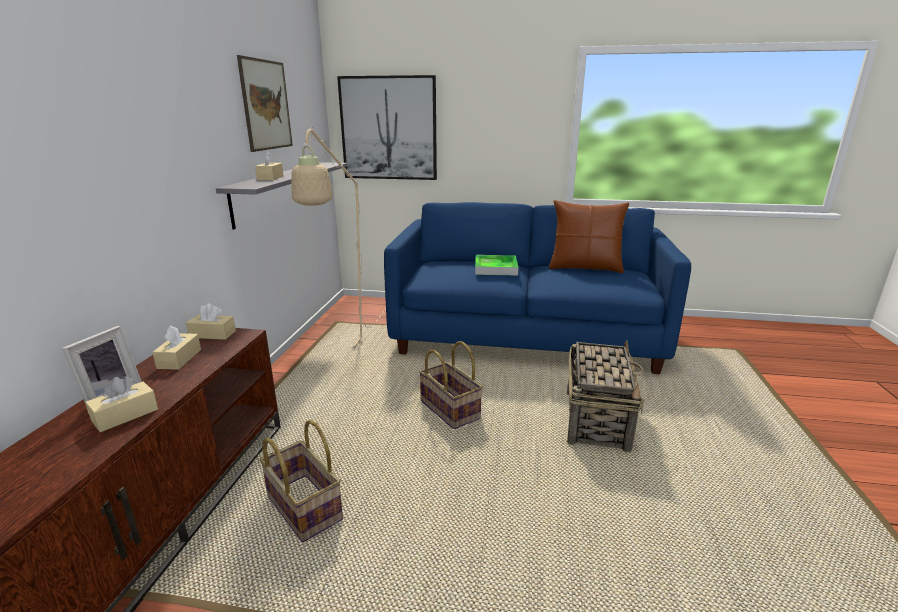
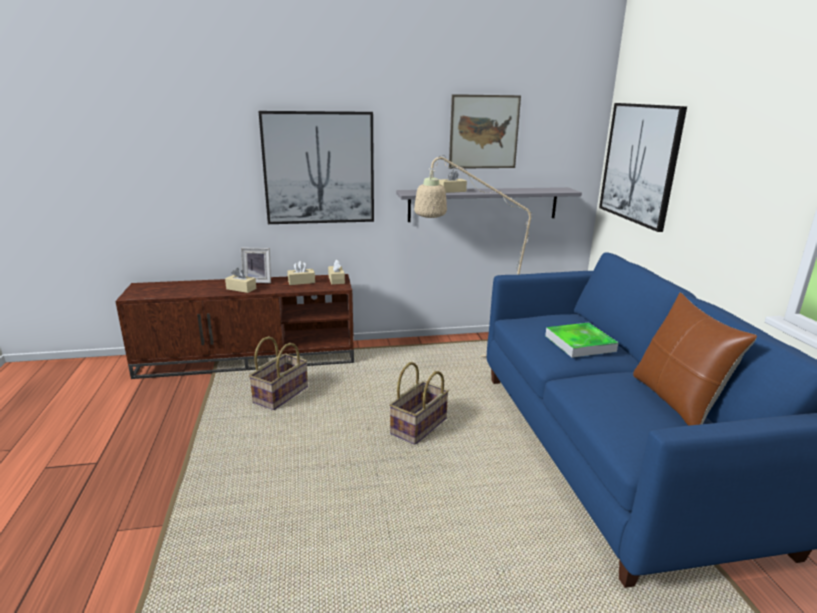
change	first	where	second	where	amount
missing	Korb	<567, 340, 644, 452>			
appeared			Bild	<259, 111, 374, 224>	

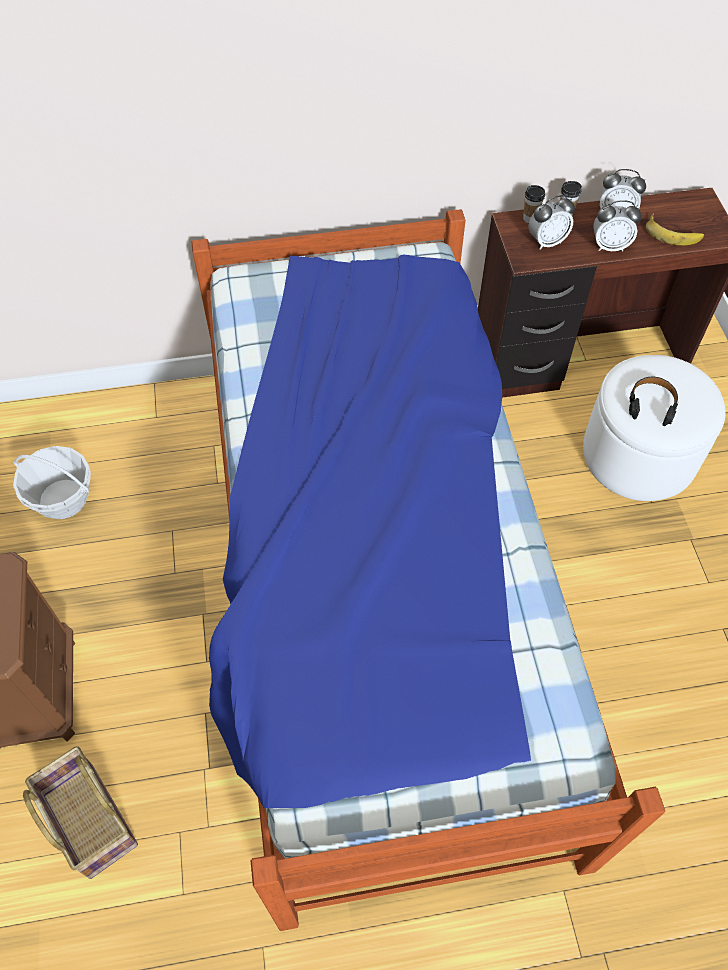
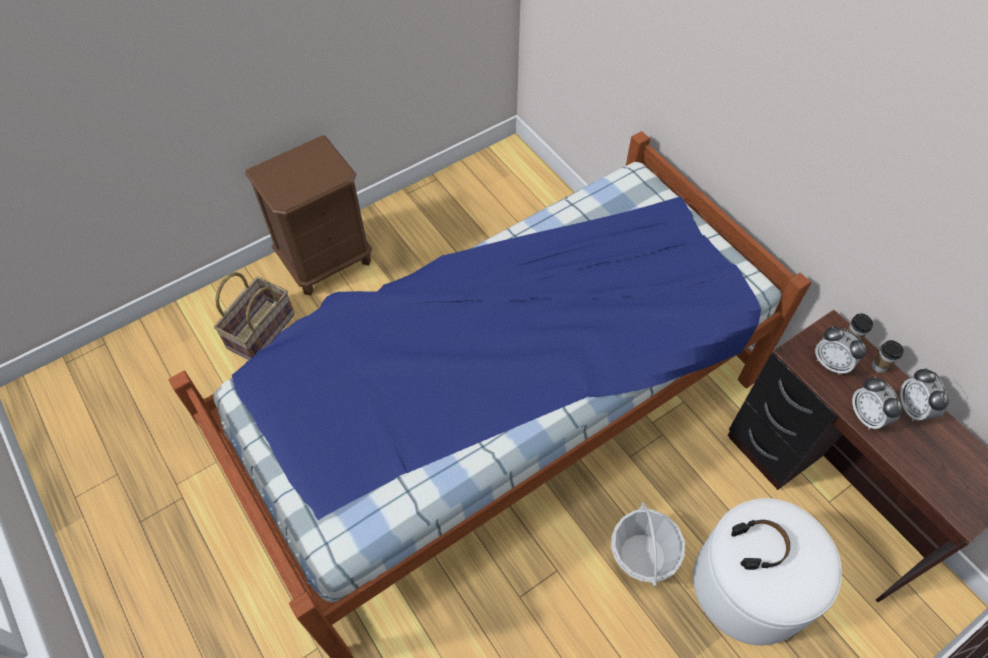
change	first	where	second	where	amount
missing	Banane	<646, 213, 704, 245>			
relocated	Korb	<13, 446, 91, 519>		<611, 502, 685, 587>	

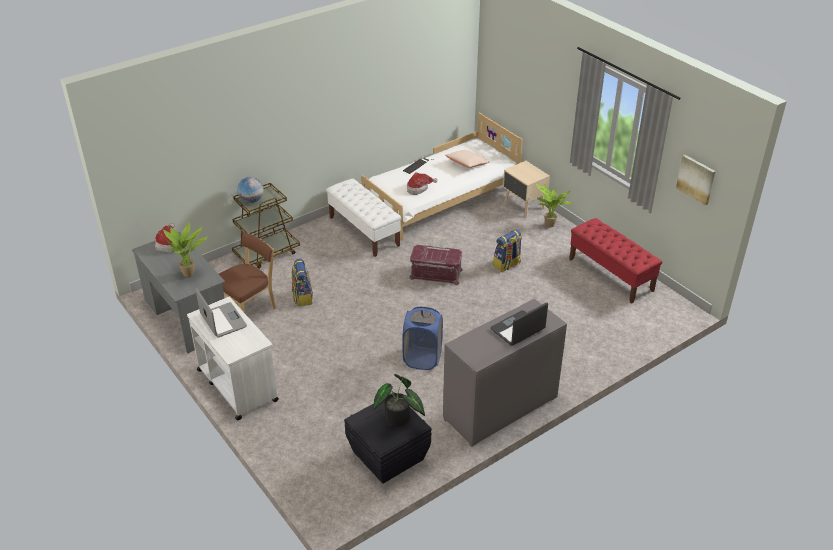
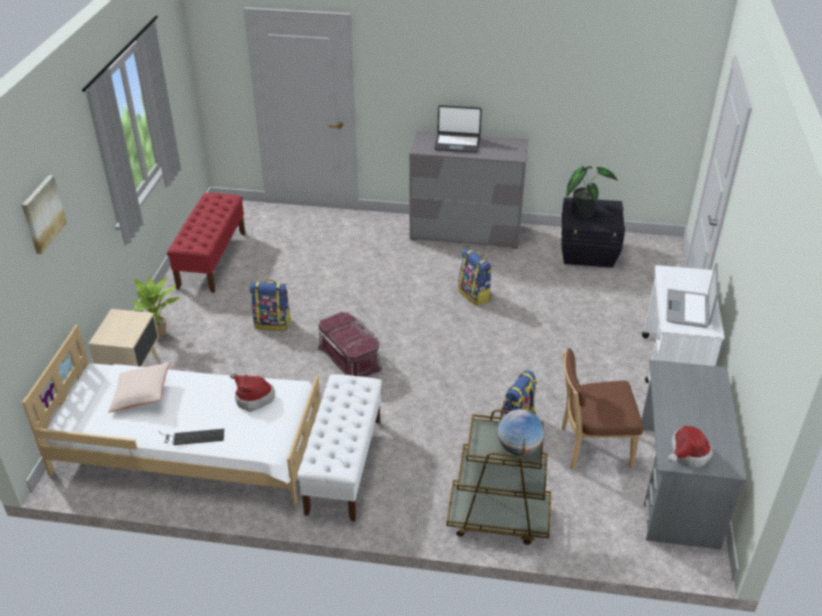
change	first	where	second	where	amount
relocated	Bild	<676, 155, 716, 205>		<22, 175, 67, 254>	
missing	Topfpflanze	<163, 223, 208, 277>			
exchanged	Wäschekorb/blau	<402, 306, 443, 370>	Rucksack	<458, 248, 492, 306>	

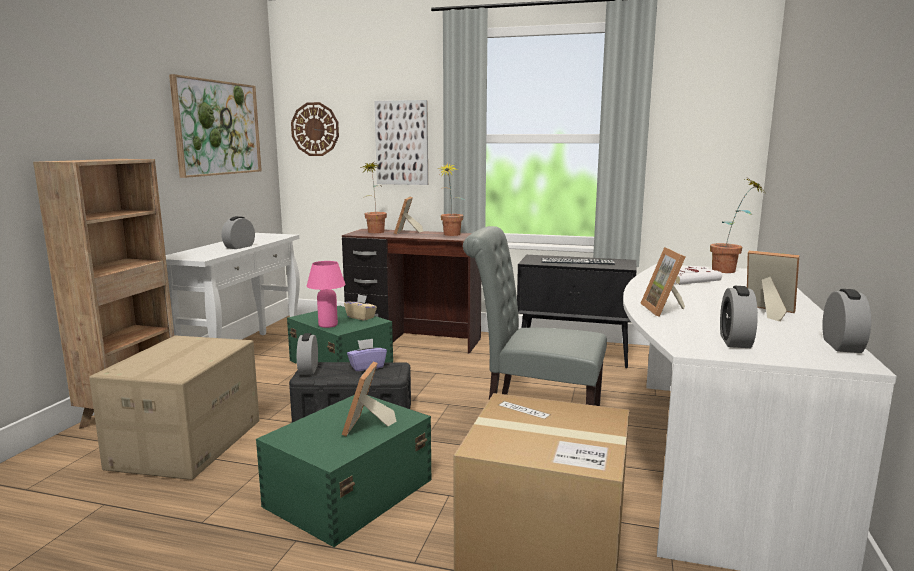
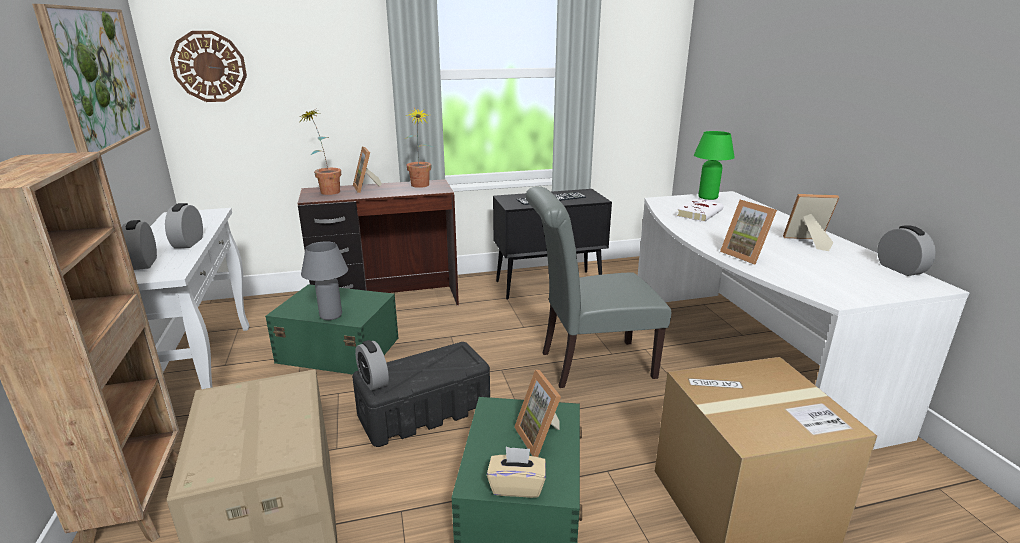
change	first	where	second	where	amount
missing	Bild	<374, 100, 428, 185>			
exchanged	Topfpflanze	<710, 179, 765, 273>	Tischlampe/grün	<694, 131, 735, 200>	
colour	Tischlampe/rosa	<307, 261, 346, 328>	Tischlampe/grau	<301, 241, 348, 320>	
relocated	Wecker	<720, 286, 758, 348>		<122, 220, 157, 270>	
relocated	Taschentuchbox/beige	<344, 294, 377, 321>		<487, 447, 546, 498>	
missing	Taschentuchbox/lila	<347, 339, 387, 371>			

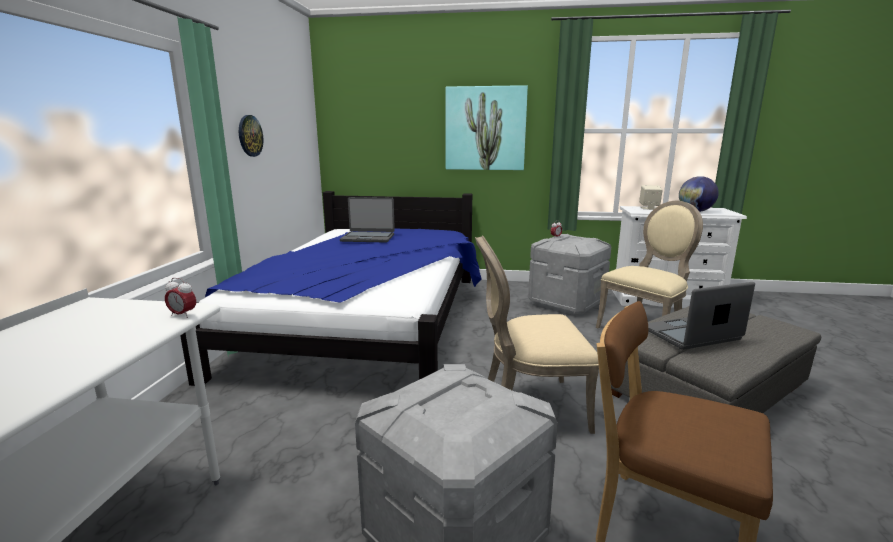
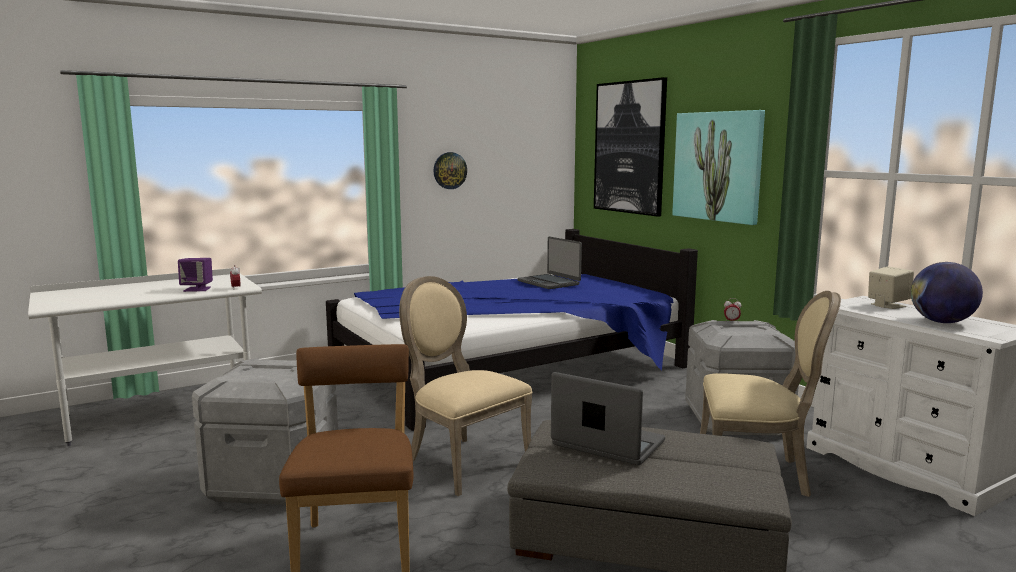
change	first	where	second	where	amount
appeared			Bild	<594, 77, 667, 217>	
appeared			Lautsprecher/lila	<178, 258, 213, 292>	

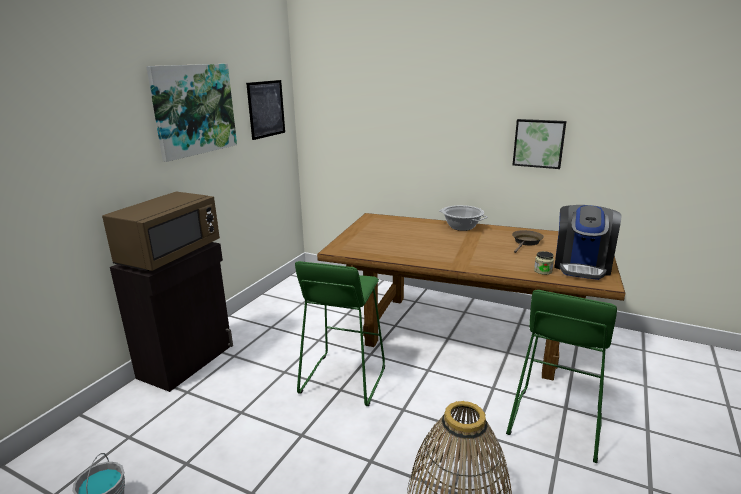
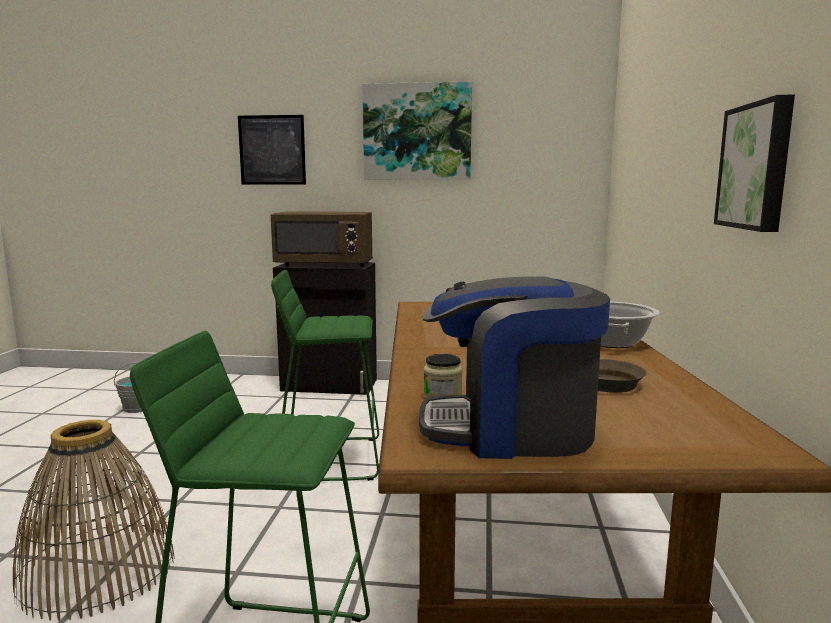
change	first	where	second	where	amount
relocated	Bild	<246, 80, 285, 140>		<238, 115, 306, 185>	

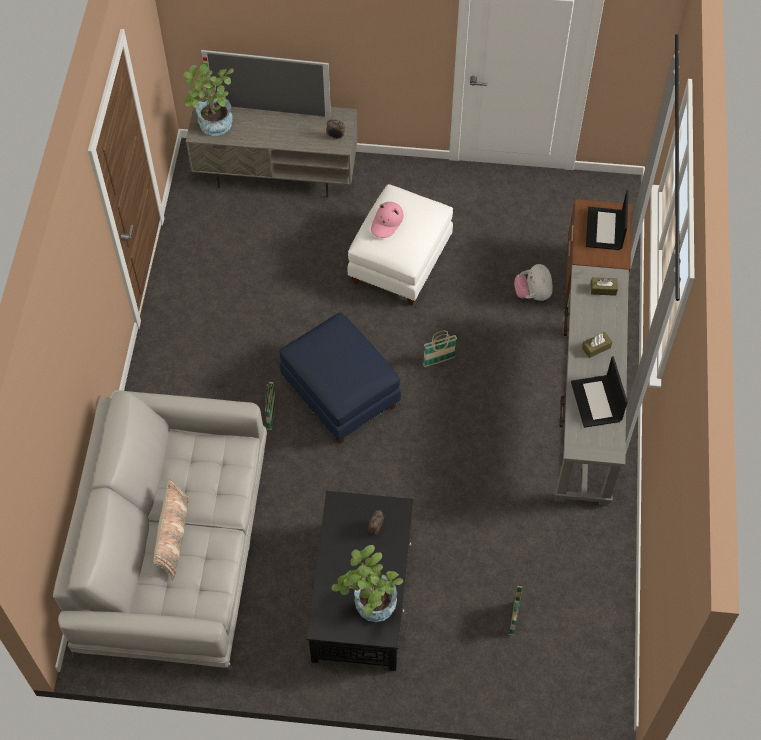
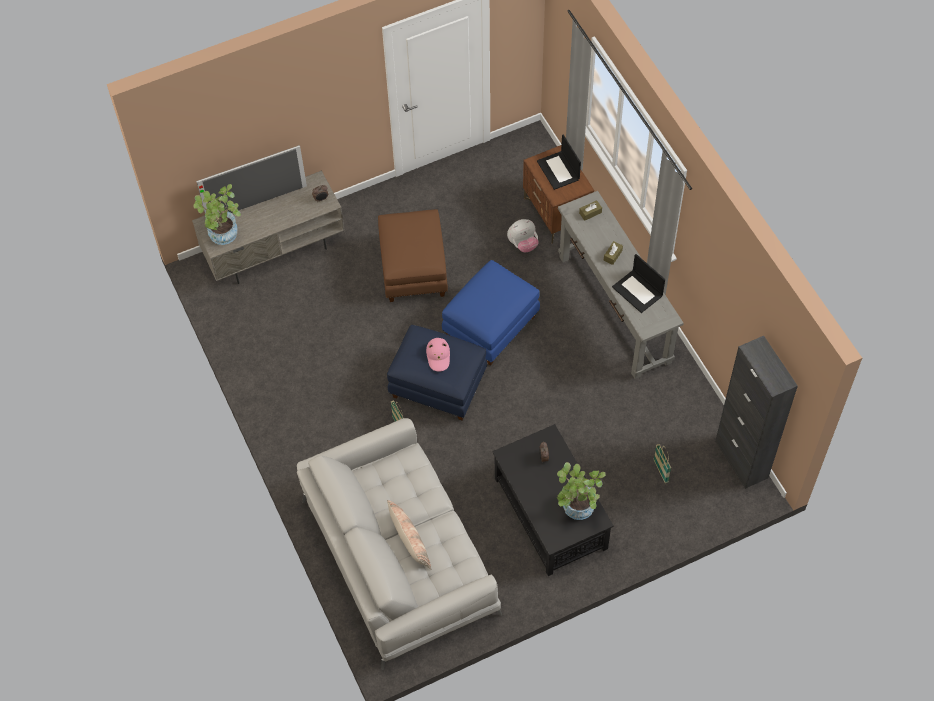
change	first	where	second	where	amount
colour	Polsterhocker/weiß	<347, 184, 453, 306>	Polsterhocker/braun	<378, 209, 448, 302>	
relocated	Hut/rosa	<371, 202, 404, 238>		<426, 338, 450, 372>	
spun	Plüschtier	<514, 264, 553, 301>		<507, 219, 539, 252>	75 degrees counterclockwise
exchanged	Korb	<423, 331, 457, 367>	Polsterhocker/blau	<442, 260, 540, 366>	
appeared			Schrank/schwarz	<715, 336, 798, 489>	

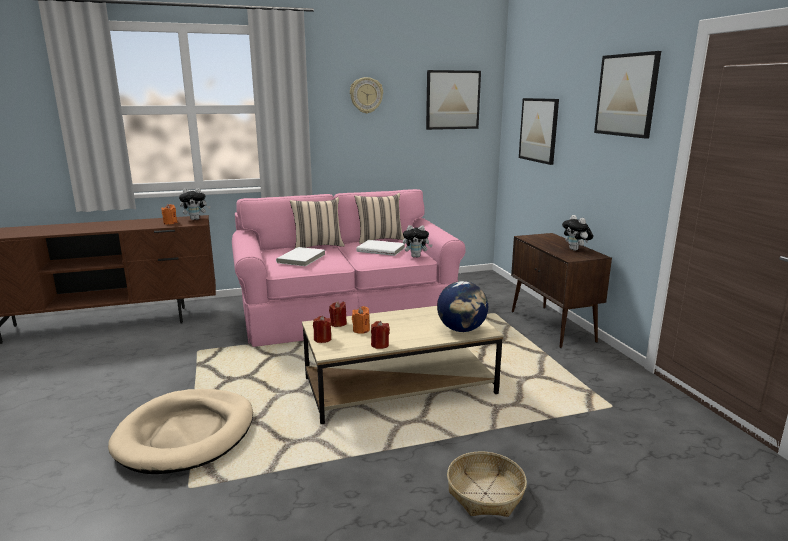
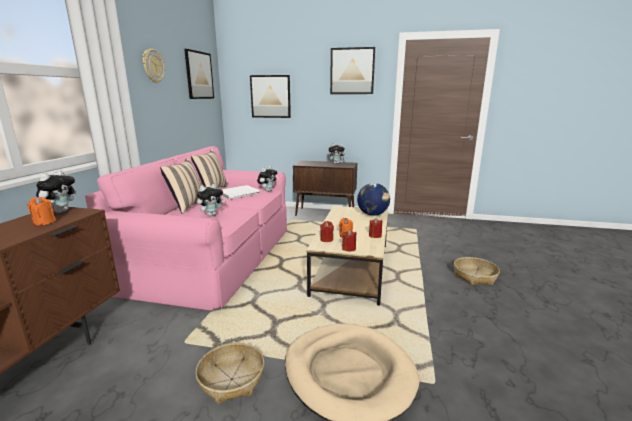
change	first	where	second	where	amount
exchanged	Buch/weiß	<276, 247, 326, 266>	Plüschtier	<197, 184, 225, 216>	
appeared			Korb	<195, 342, 264, 404>	

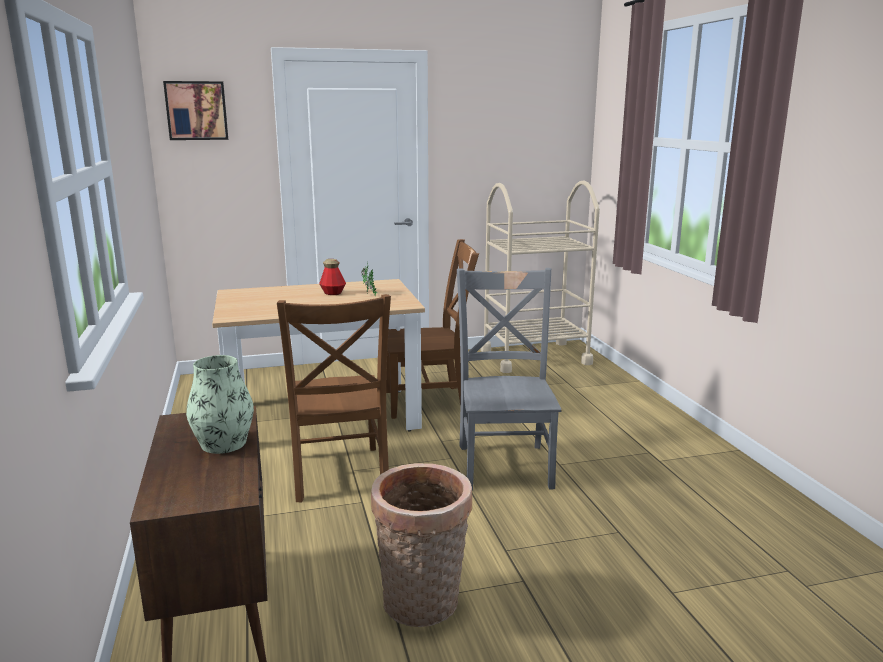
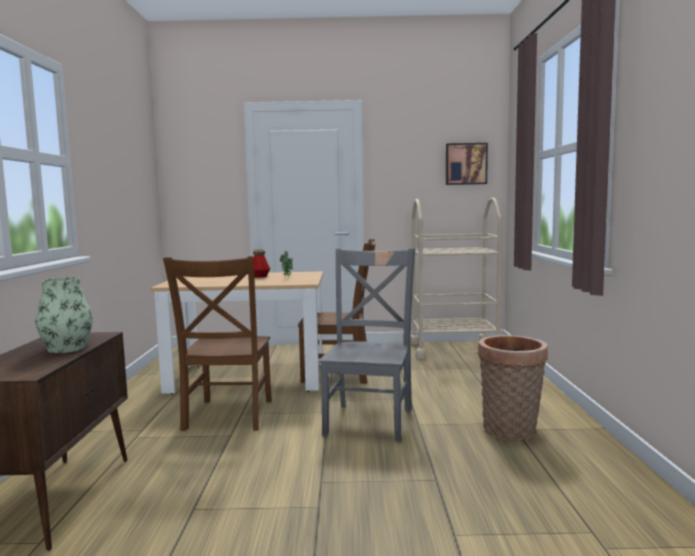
change	first	where	second	where	amount
relocated	Bild	<163, 81, 228, 140>		<446, 143, 488, 185>	
relocated	Korb	<371, 463, 472, 627>		<478, 335, 548, 440>	

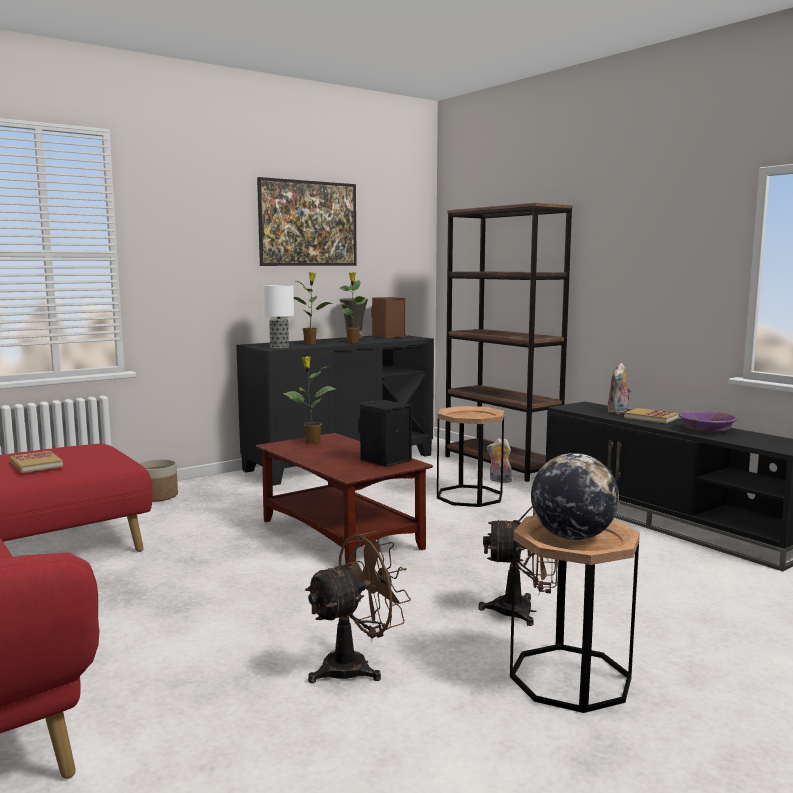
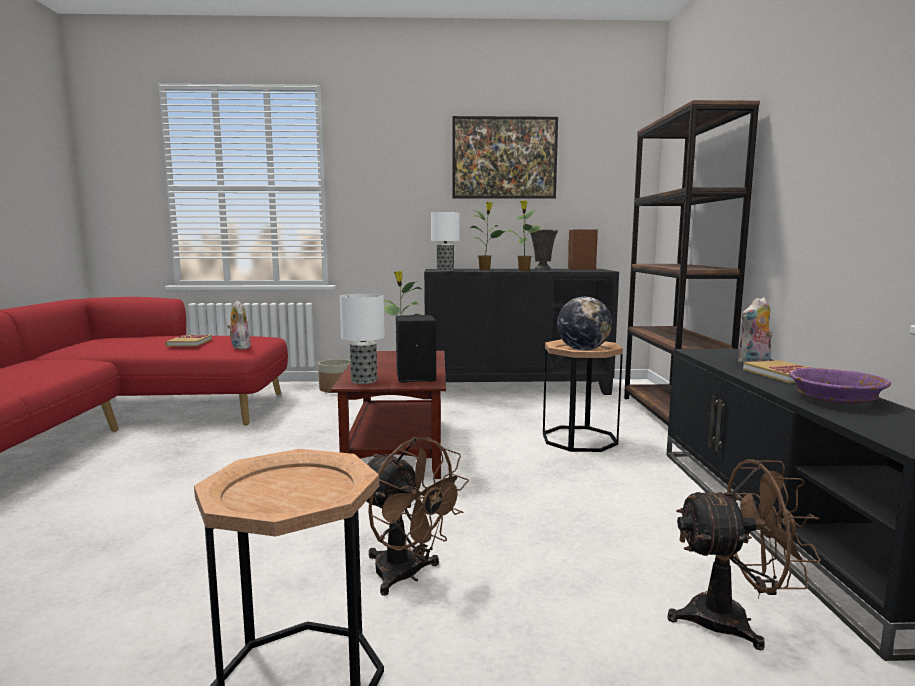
change	first	where	second	where	amount
relocated	Plüschtier	<487, 438, 512, 483>		<227, 301, 251, 349>	
relocated	Globus	<531, 453, 619, 540>		<557, 297, 612, 351>	
relocated	Ventilator/braun	<305, 531, 411, 683>		<667, 459, 821, 651>	
appeared			Tischlampe	<340, 294, 385, 384>	

